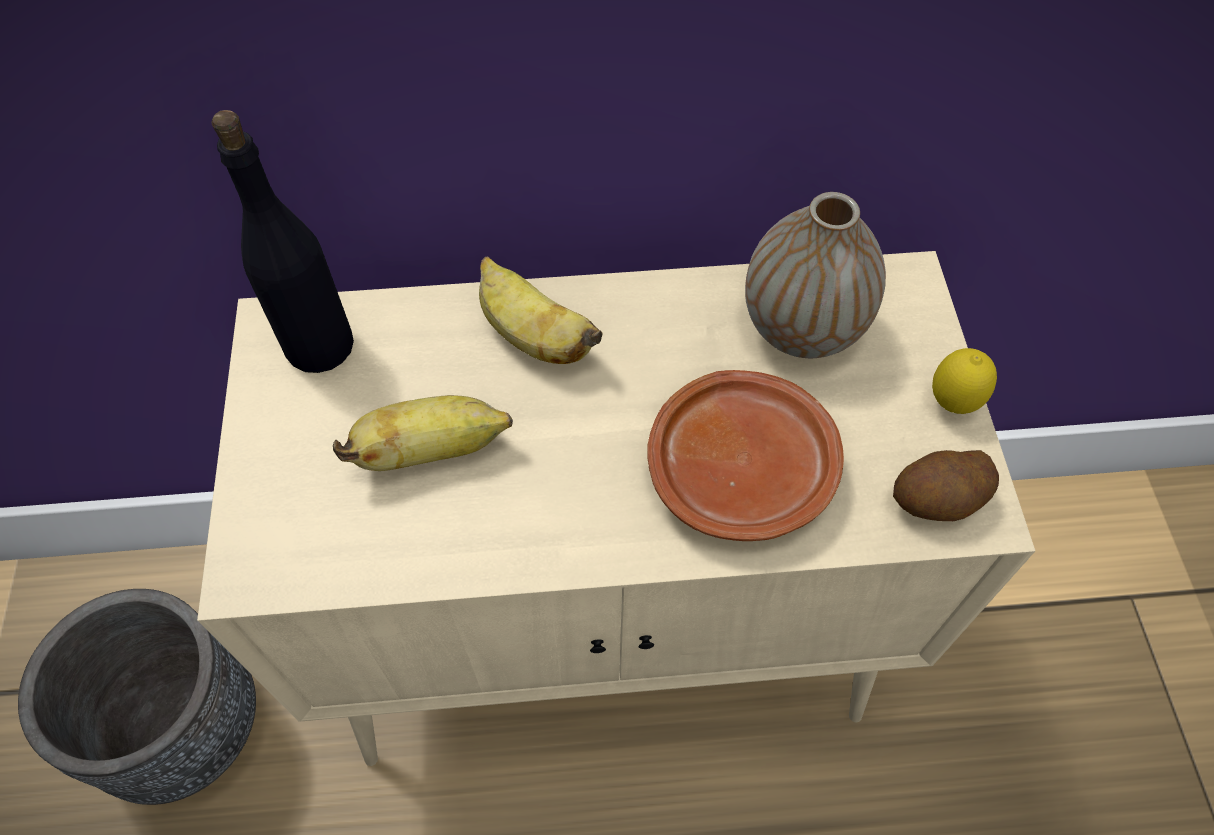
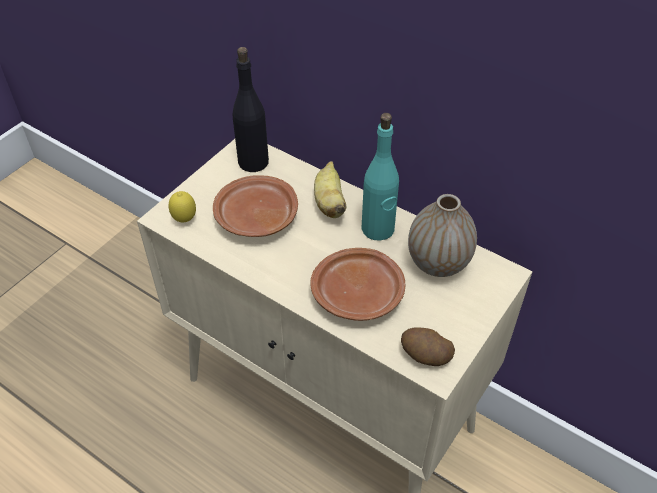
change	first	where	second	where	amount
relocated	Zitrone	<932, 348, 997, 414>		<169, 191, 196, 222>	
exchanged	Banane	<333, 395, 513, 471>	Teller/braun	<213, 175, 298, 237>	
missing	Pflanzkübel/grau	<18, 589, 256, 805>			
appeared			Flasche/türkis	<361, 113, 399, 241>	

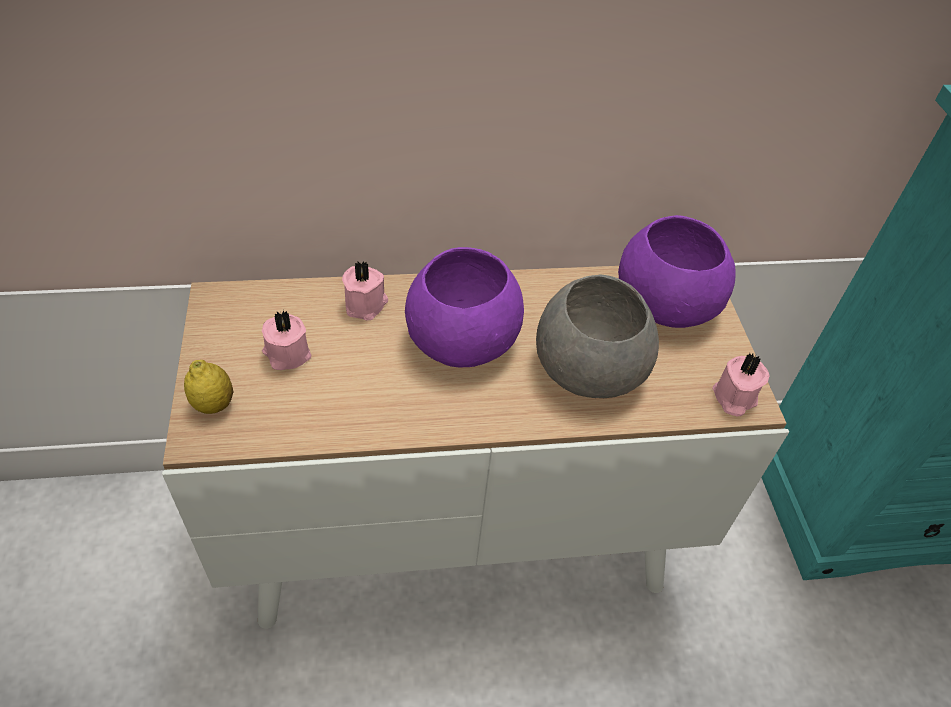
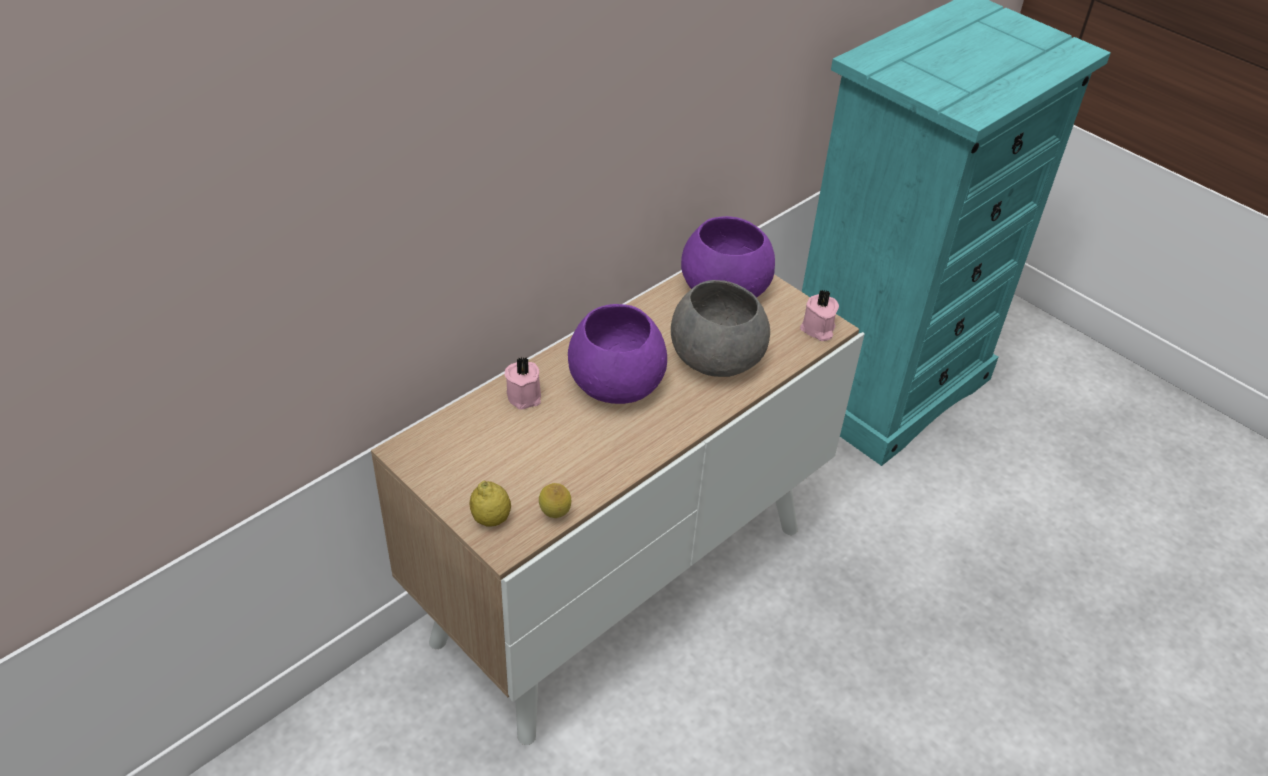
change	first	where	second	where	amount
missing	Kerze/rosa	<262, 310, 311, 370>			
appeared			Zitrone	<539, 483, 571, 518>	

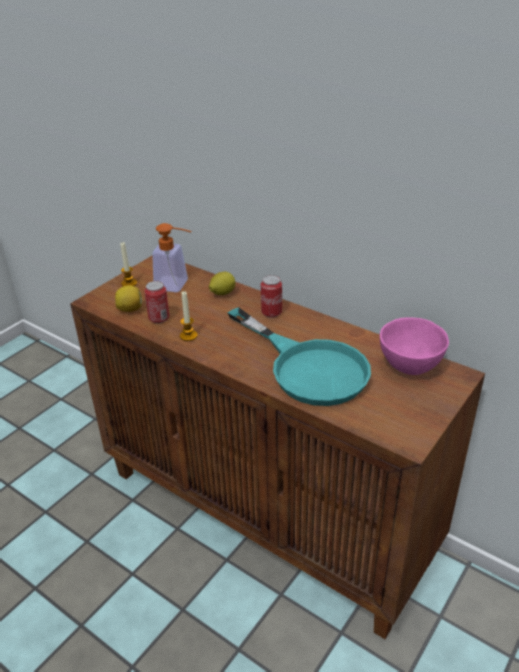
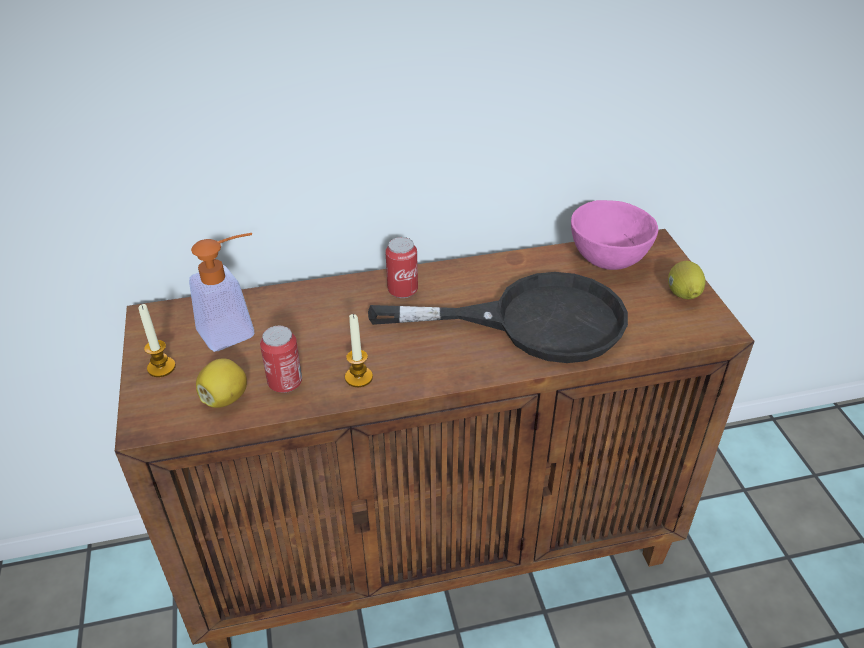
change	first	where	second	where	amount
relocated	Zitrone	<209, 272, 235, 295>		<668, 261, 705, 299>	
colour	Pfanne/türkis	<228, 307, 371, 406>	Pfanne/schwarz	<368, 272, 628, 363>	

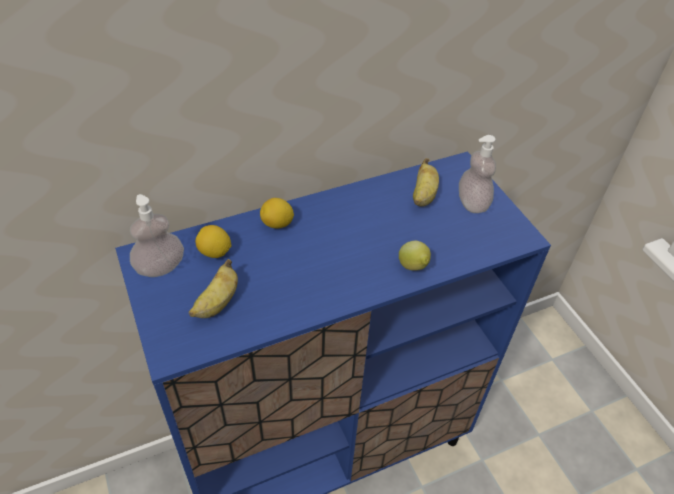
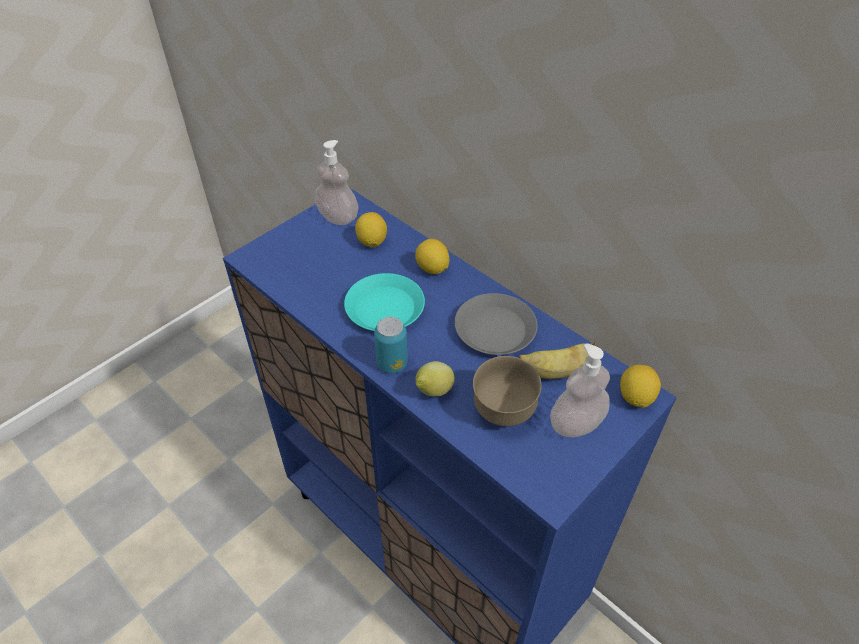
change	first	where	second	where	amount
missing	Banane	<189, 259, 238, 318>			
appeared			Teller/türkis	<344, 273, 425, 331>	
appeared			Teller/grau	<454, 293, 538, 355>	
appeared			Dose	<374, 317, 408, 374>	
appeared			Schüssel/braun	<473, 356, 541, 426>	
appeared			Zitrone	<620, 365, 661, 408>	

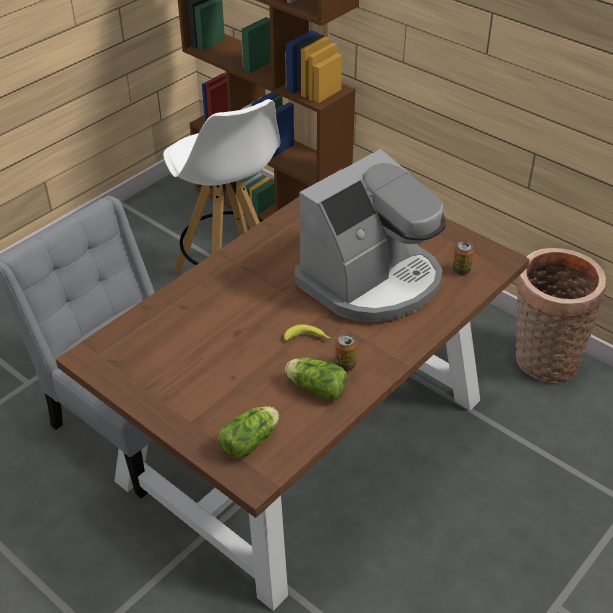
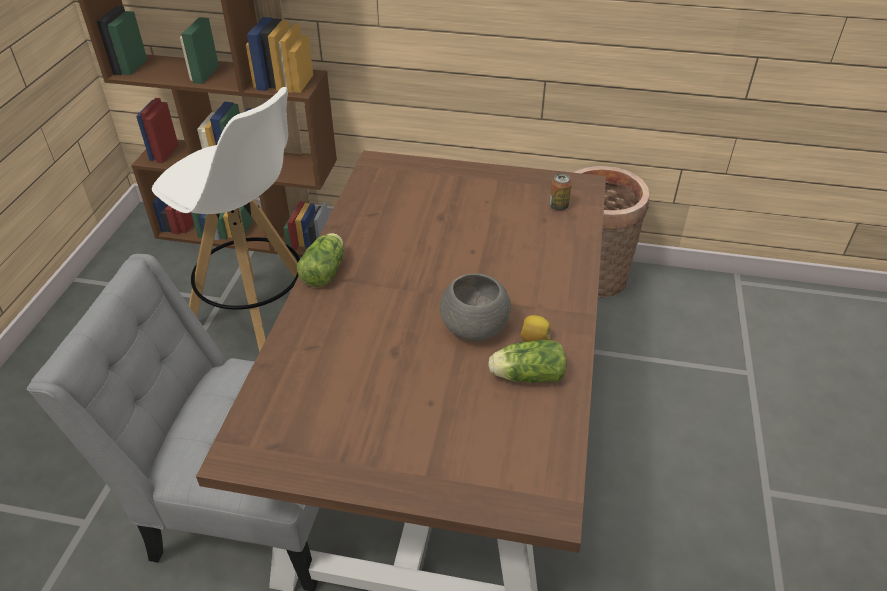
change	first	where	second	where	amount
missing	Kaffeemaschine	<295, 149, 446, 323>			
exchanged	Banane	<284, 324, 331, 341>	Schüssel/grau	<440, 273, 511, 341>	
exchanged	Dose	<335, 334, 356, 371>	Zitrone	<520, 315, 550, 342>	
relocated	Salatkopf	<217, 406, 279, 459>		<297, 233, 344, 287>	

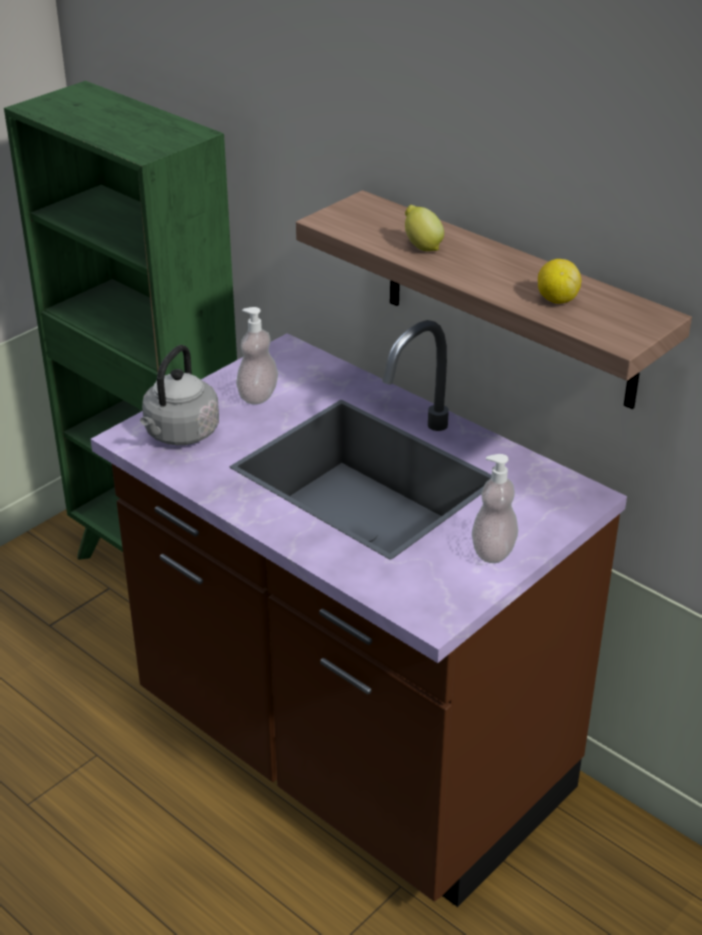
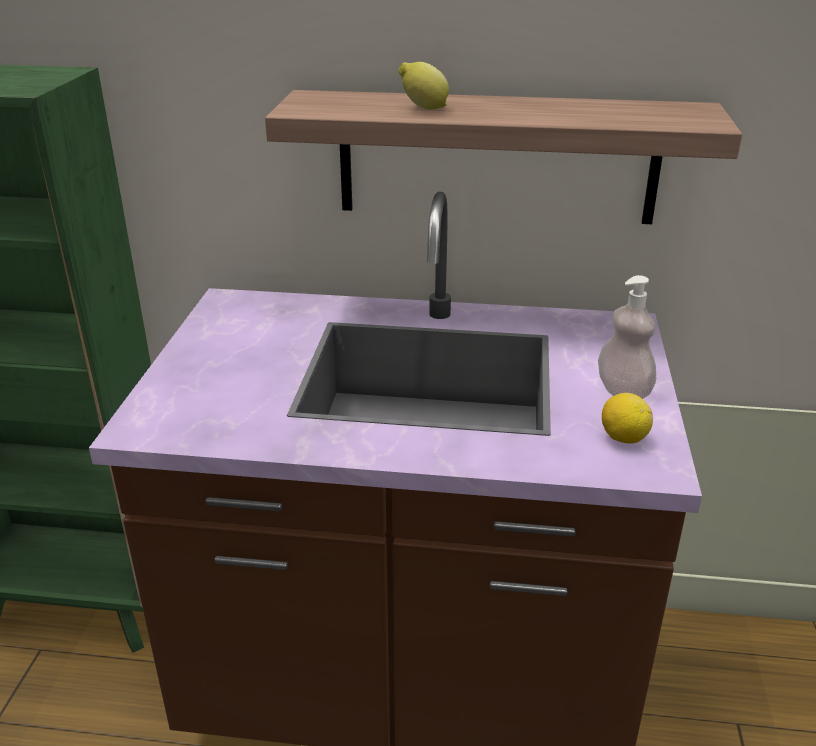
change	first	where	second	where	amount
relocated	Zitrone	<538, 259, 581, 304>		<602, 393, 653, 444>	
missing	Seifenspender	<236, 307, 278, 405>			
missing	Wasserkessel/grau	<140, 345, 219, 445>			

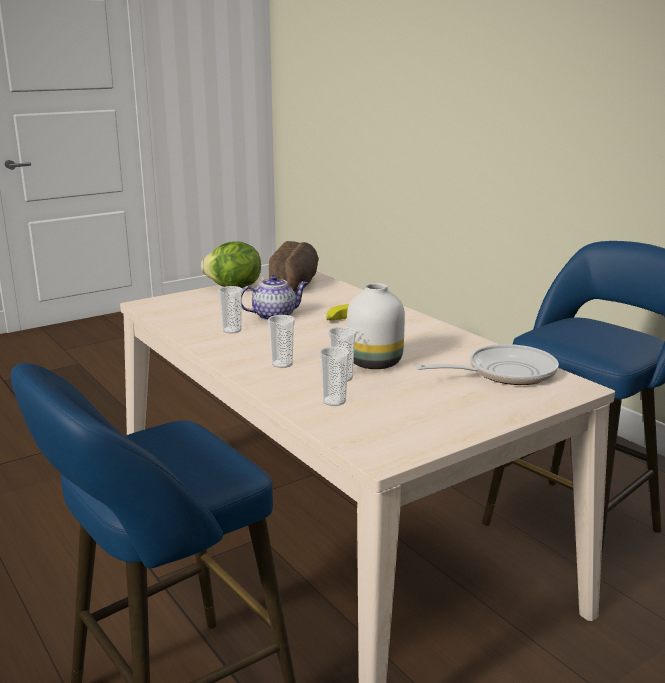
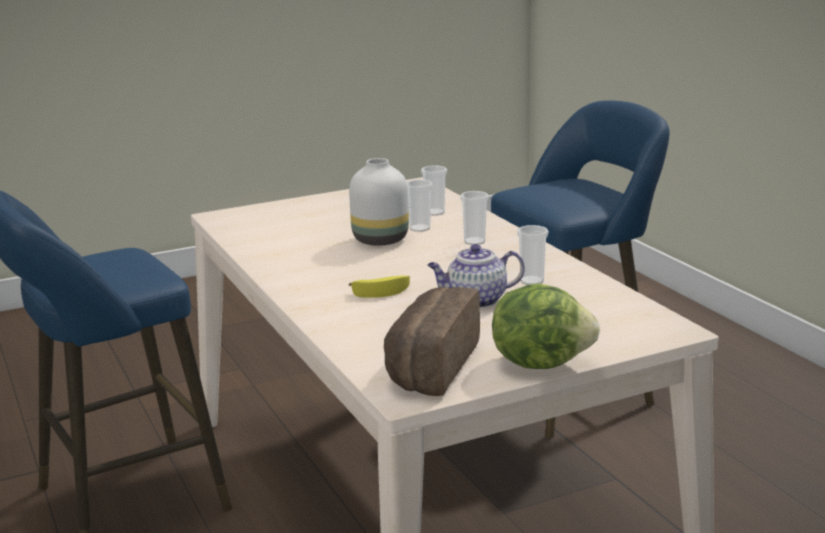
change	first	where	second	where	amount
missing	Pfanne	<415, 344, 559, 385>			

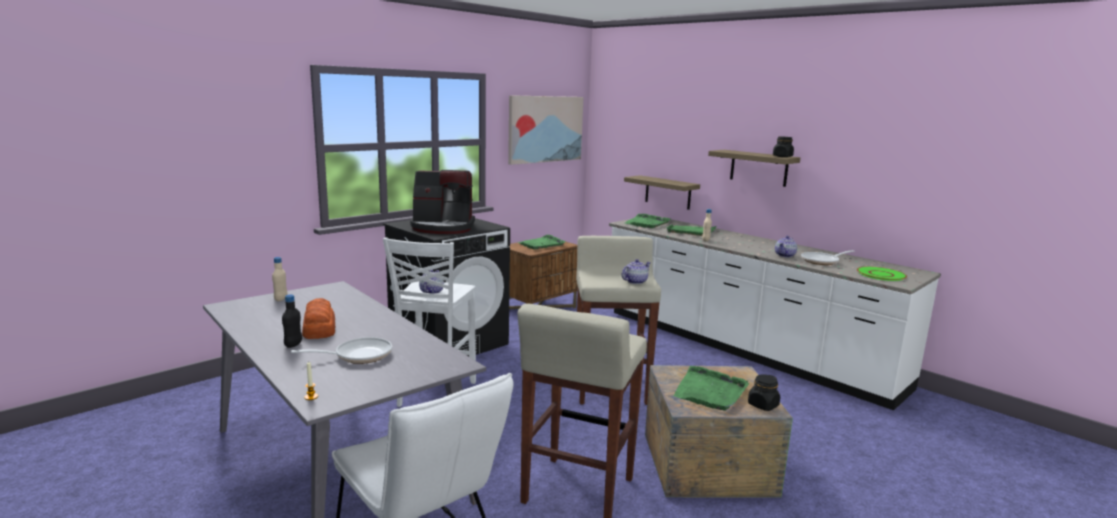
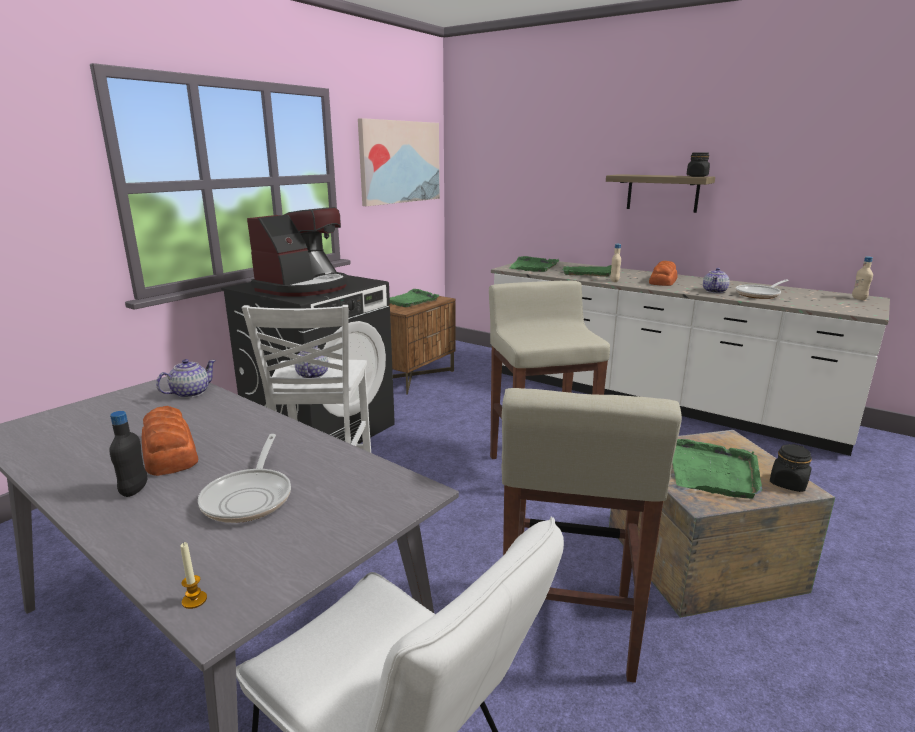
change	first	where	second	where	amount
spun	Kaffeemaschine	<410, 170, 475, 234>		<247, 207, 348, 297>	45 degrees counterclockwise
missing	Wandregal	<624, 175, 700, 210>			
relocated	Flasche/beige	<272, 257, 287, 301>		<852, 257, 873, 300>	
relocated	Teekanne	<621, 259, 651, 284>		<156, 359, 216, 398>	
missing	Teller/grün	<857, 266, 907, 281>			
spun	Pfanne	<291, 337, 392, 364>		<198, 434, 291, 523>	120 degrees clockwise
appeared			Brot	<649, 261, 677, 286>	

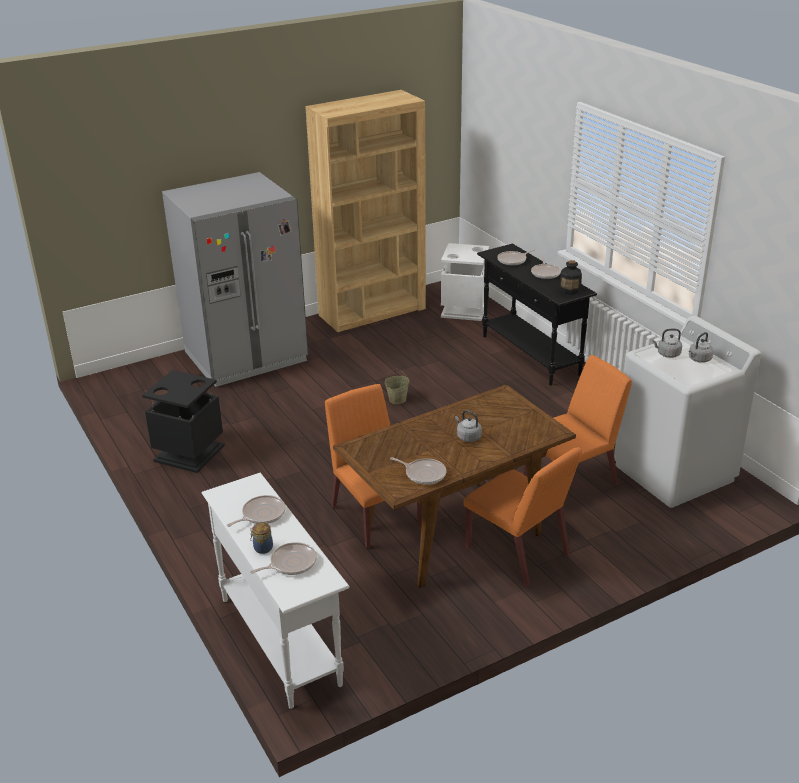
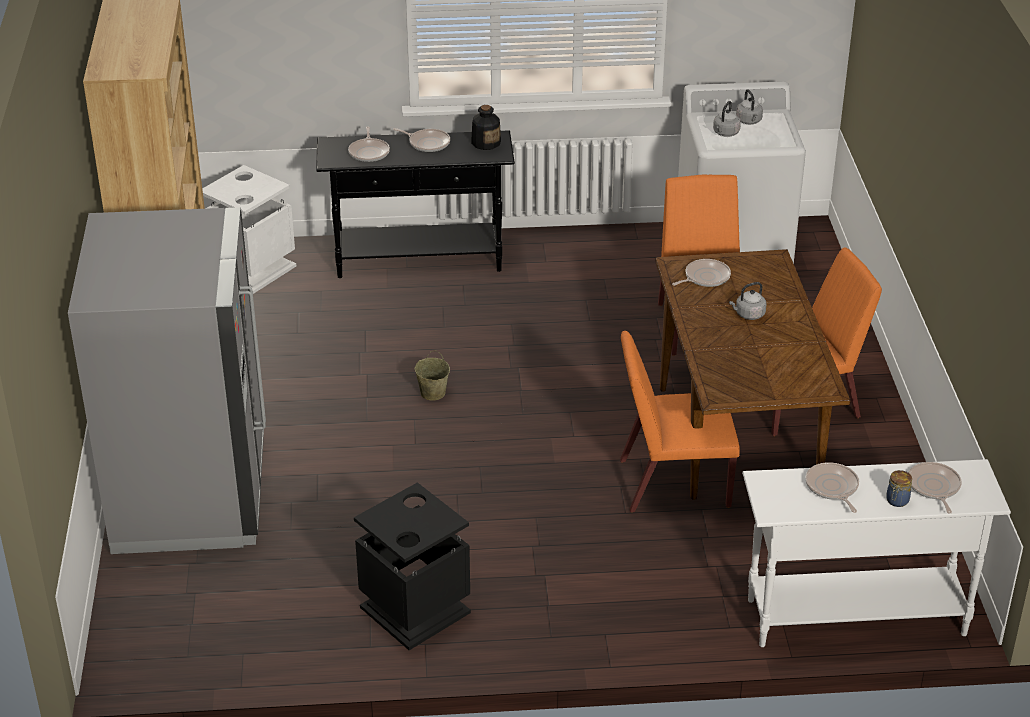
change	first	where	second	where	amount
relocated	Pfanne	<390, 457, 446, 485>		<672, 259, 731, 287>	

